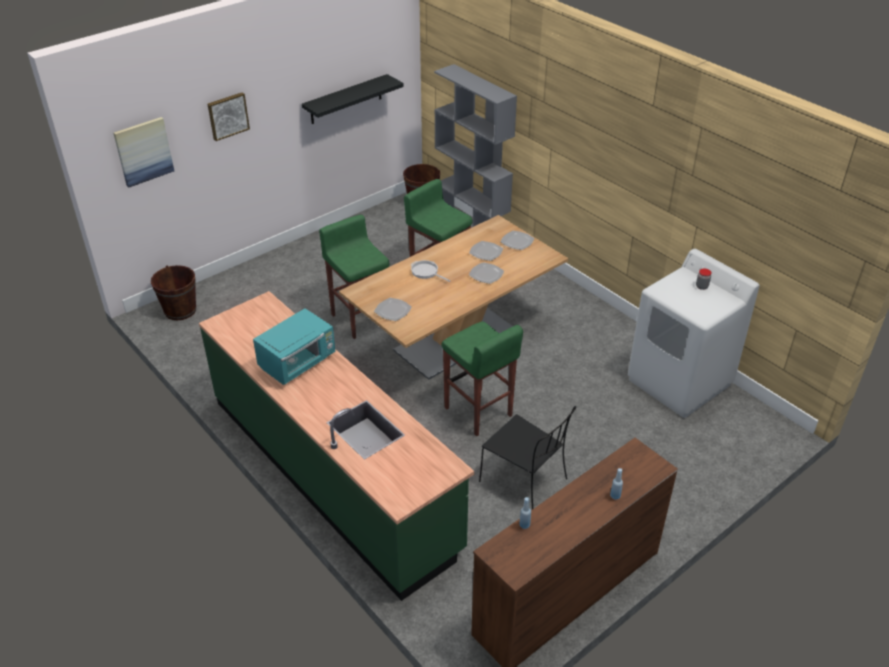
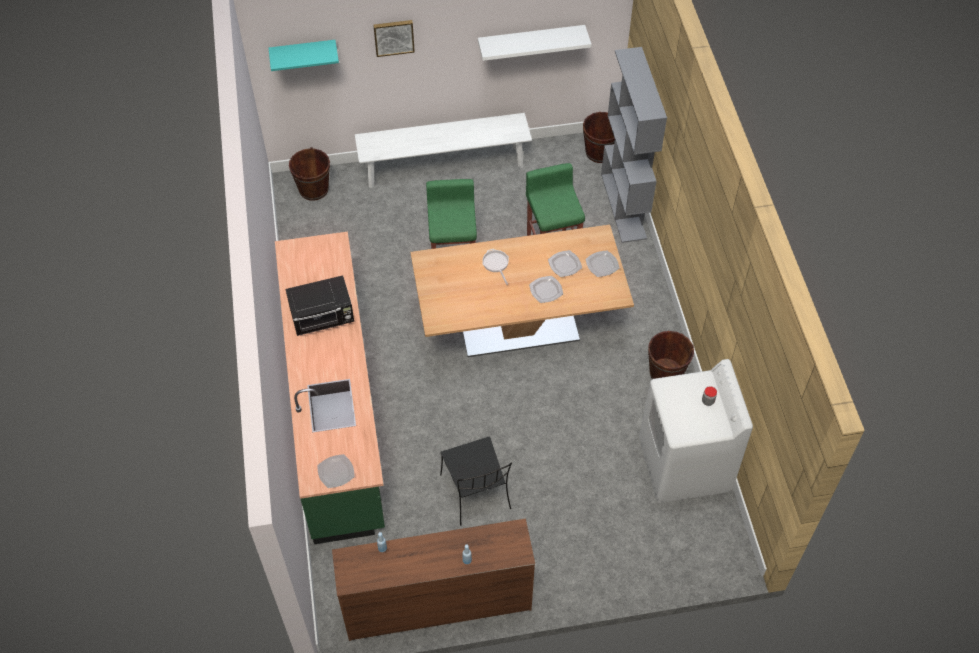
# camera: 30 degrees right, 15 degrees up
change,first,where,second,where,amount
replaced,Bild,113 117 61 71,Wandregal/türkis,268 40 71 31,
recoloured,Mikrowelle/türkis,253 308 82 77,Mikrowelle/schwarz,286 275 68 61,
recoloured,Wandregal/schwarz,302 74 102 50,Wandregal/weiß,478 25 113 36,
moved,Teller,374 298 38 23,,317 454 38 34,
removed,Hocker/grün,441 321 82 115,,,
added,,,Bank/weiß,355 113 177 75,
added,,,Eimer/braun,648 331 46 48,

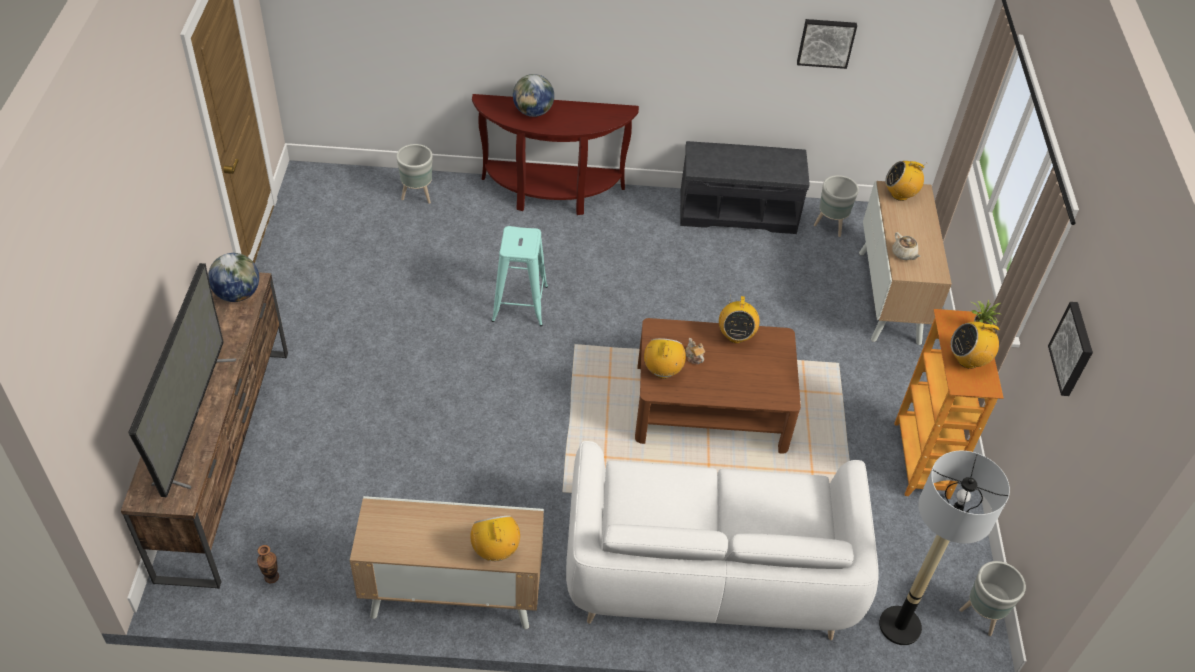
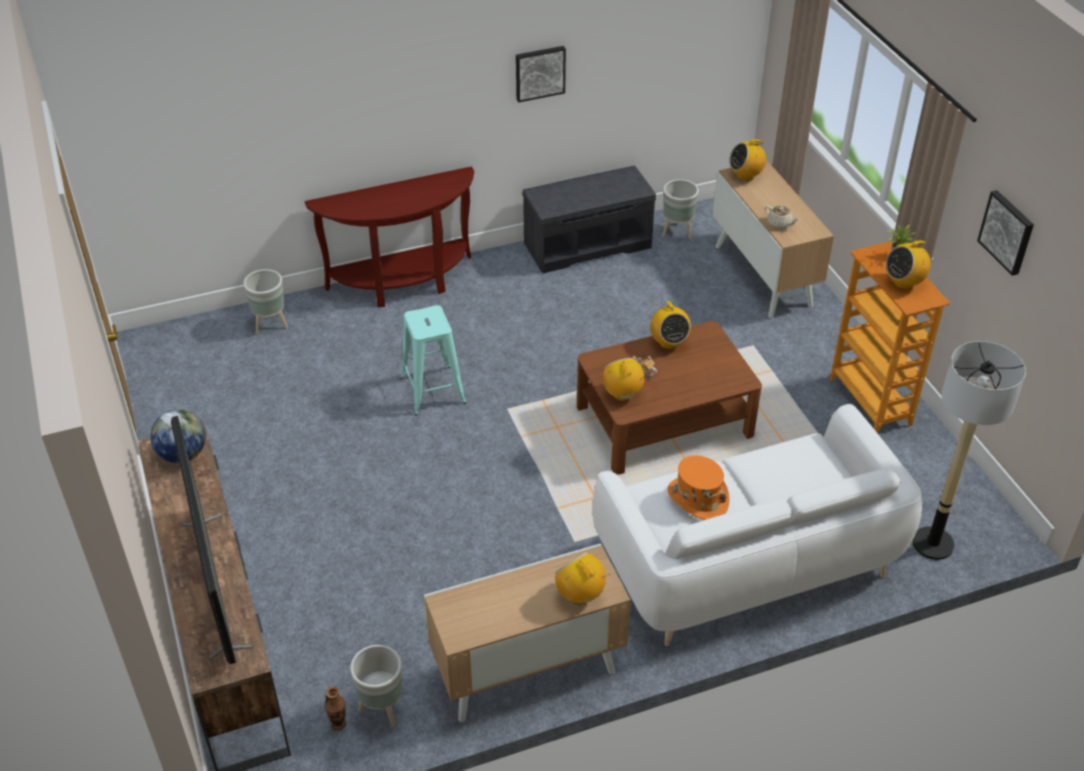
# camera: 20 degrees left, 5 degrees down
change,first,where,second,where,amount
removed,Globus,513 74 41 43,,,
moved,Bild,797 19 60 50,,516 46 50 57,
moved,Pflanzkübel/grau,959 561 67 75,,350 645 52 81,
added,,,Hut/orange,667 456 62 64,

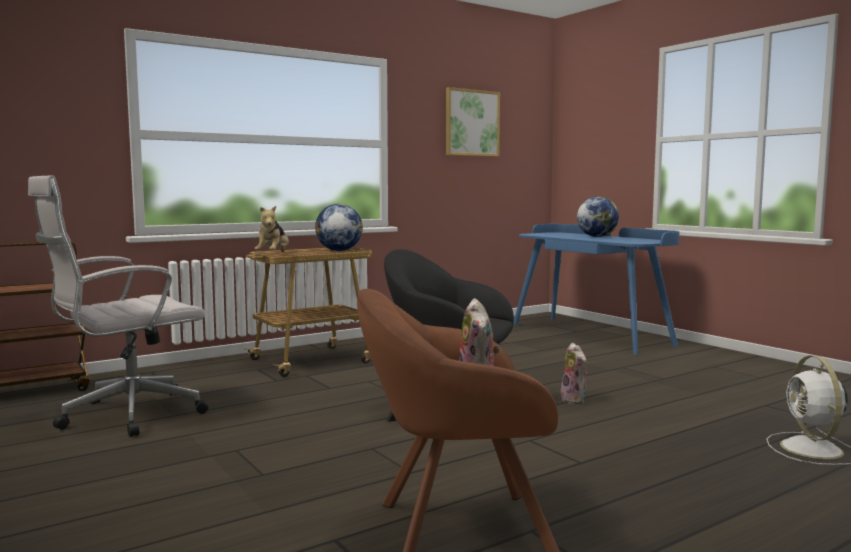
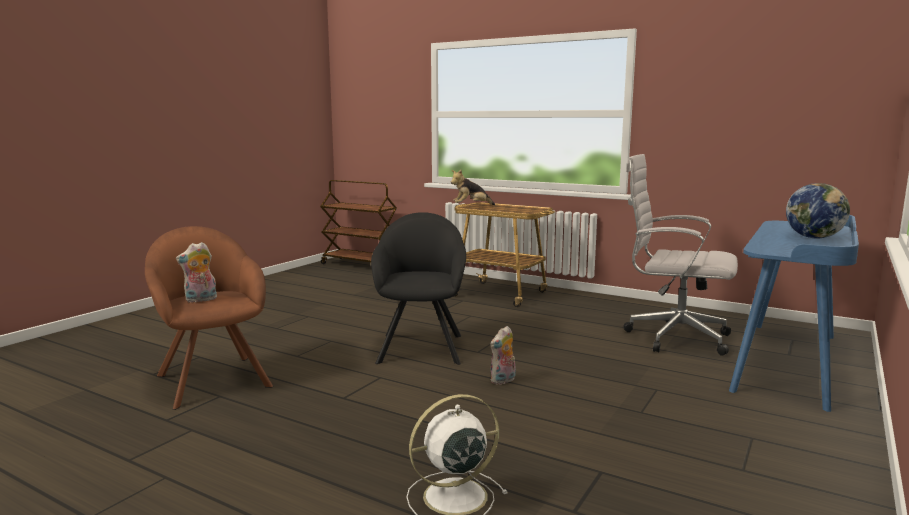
# camera: 65 degrees right, 5 degrees up
change,first,where,second,where,amount
moved,Bürostuhl/weiß,28 175 180 262,,623 154 115 202,
removed,Globus,315 204 48 47,,,
removed,Bild,446 87 54 70,,,

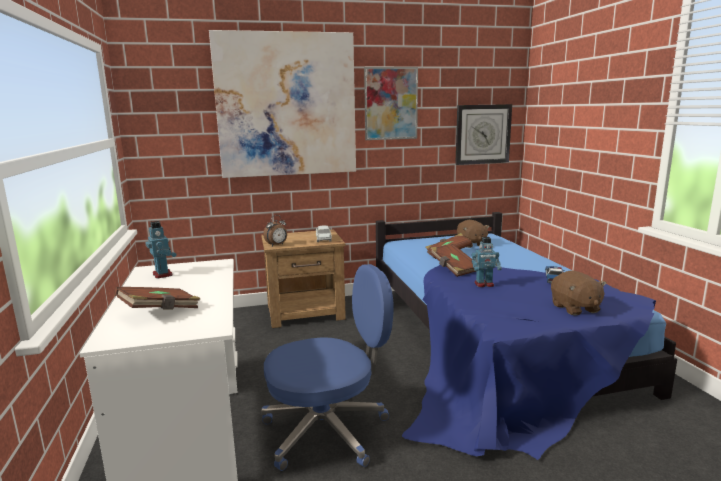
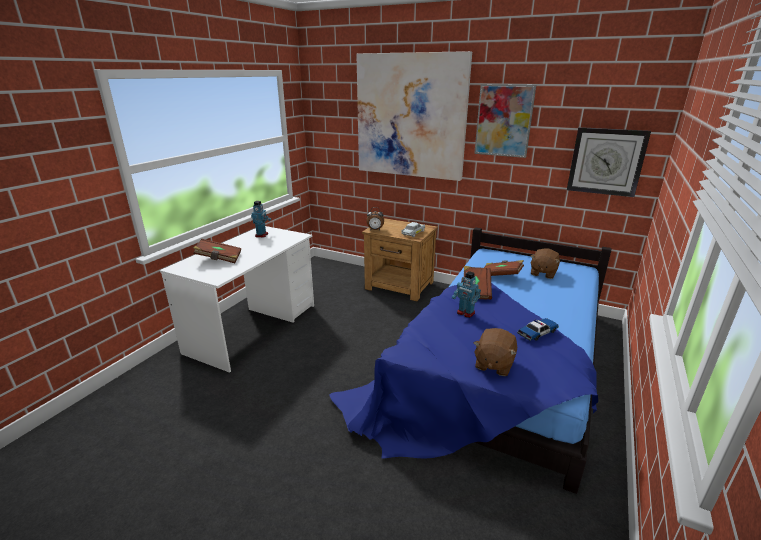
# camera: 40 degrees right, 10 degrees up
change,first,where,second,where,amount
removed,Bürostuhl/blau,261 264 133 207,,,

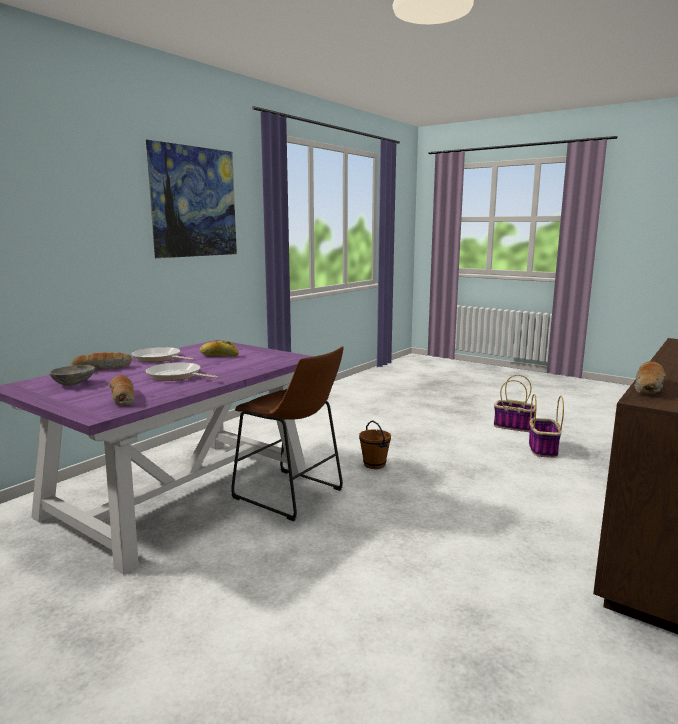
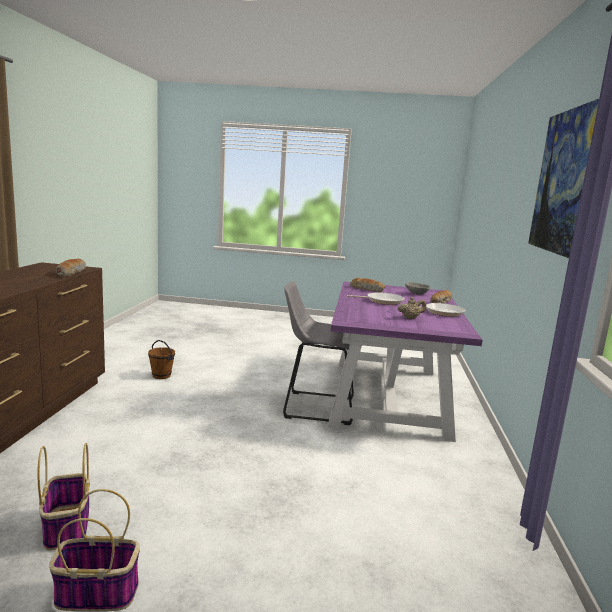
# camera: 150 degrees right, 0 degrees up
change,first,where,second,where,amount
replaced,Brot,200 341 39 16,Teekanne/beige,398 297 28 22,
recoloured,Hocker/braun,231 346 113 175,Hocker/grau,283 281 71 144,
moved,Eimer/braun,359 421 32 48,,148 340 27 39,

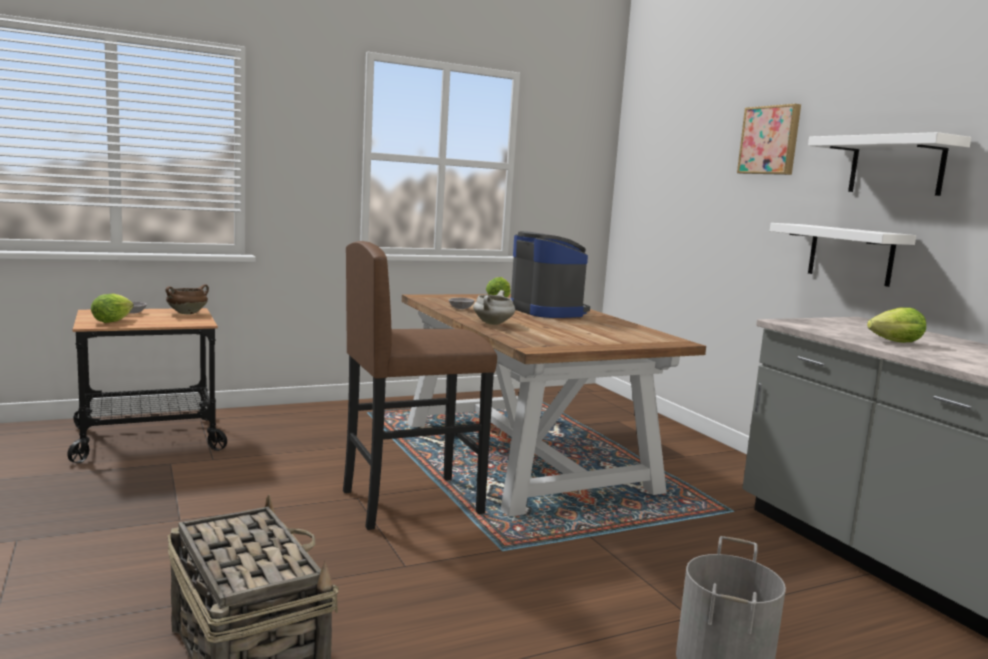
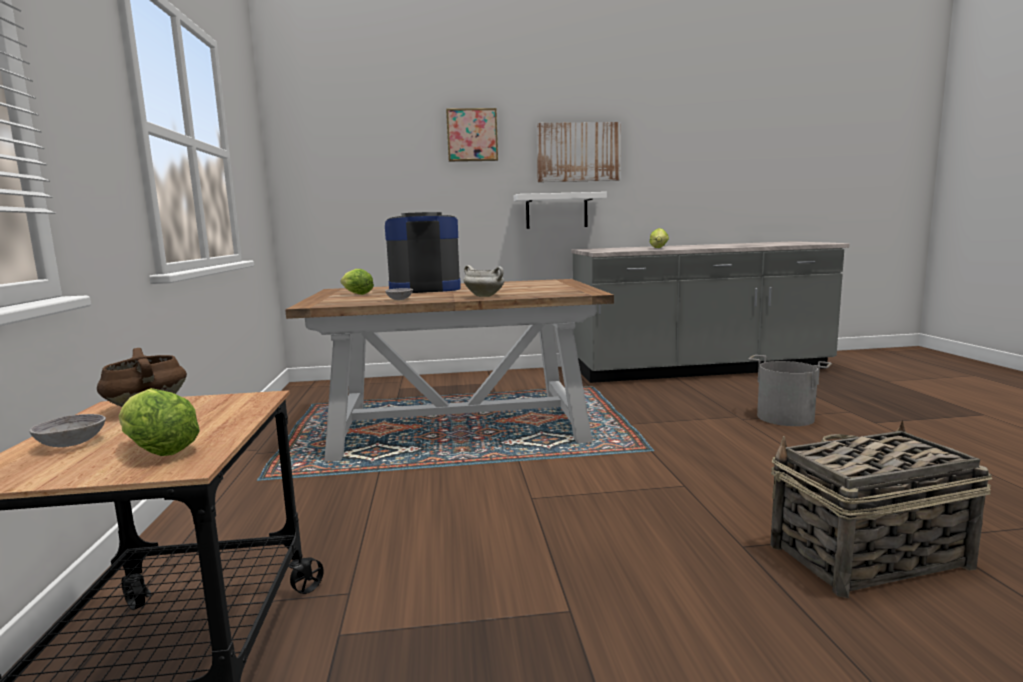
# camera: 70 degrees left, 0 degrees up
change,first,where,second,where,amount
removed,Hocker/braun,343 241 154 289,,,
replaced,Wandregal/weiß,808 132 163 64,Bild,536 122 85 60,

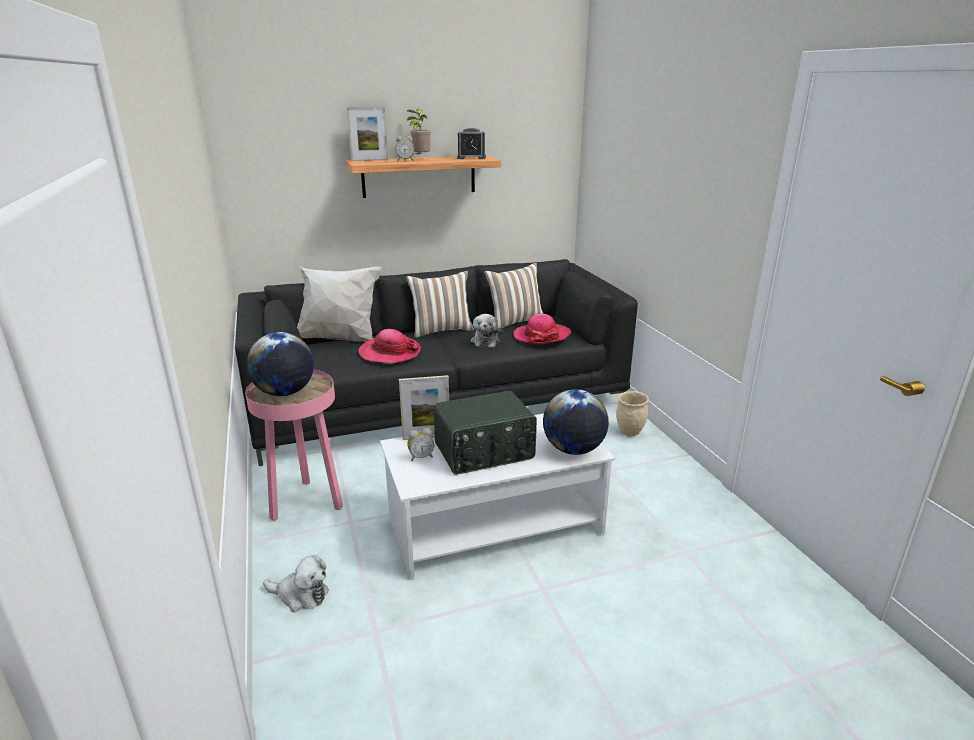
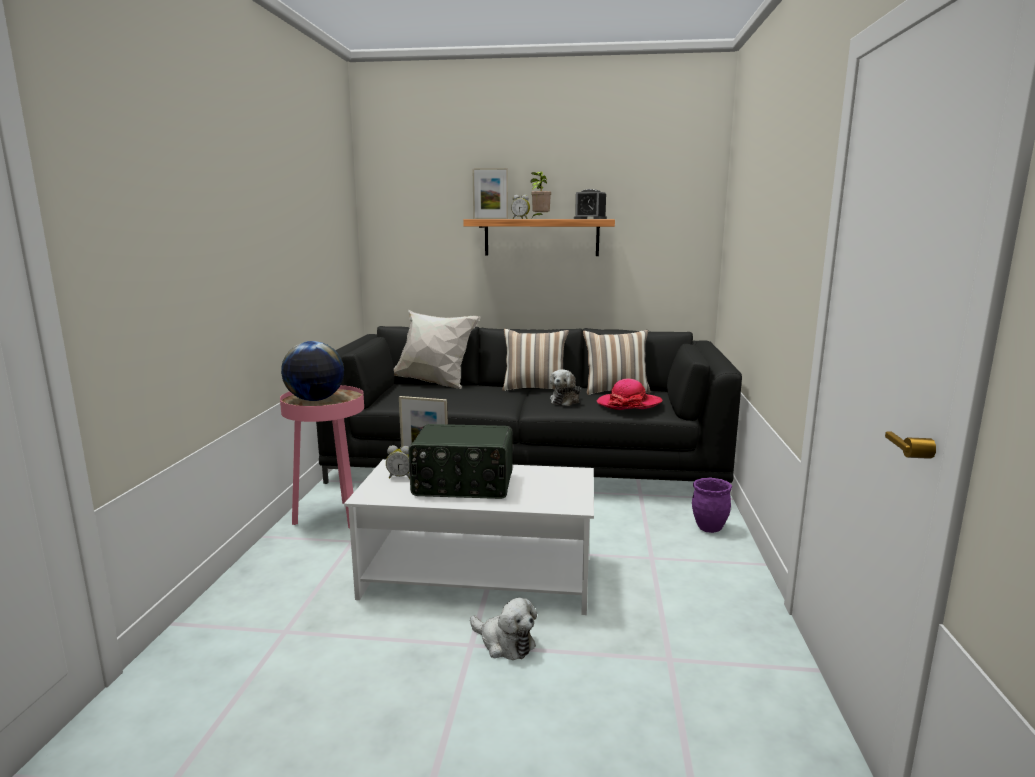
# camera: 25 degrees right, 10 degrees down
change,first,where,second,where,amount
moved,Plüschtier,263 555 66 57,,470 598 67 62,
removed,Hut,358 329 63 34,,,
removed,Globus,543 389 66 66,,,
recoloured,Pflanzkübel/beige,616 391 33 45,Pflanzkübel/lila,692 477 40 56,

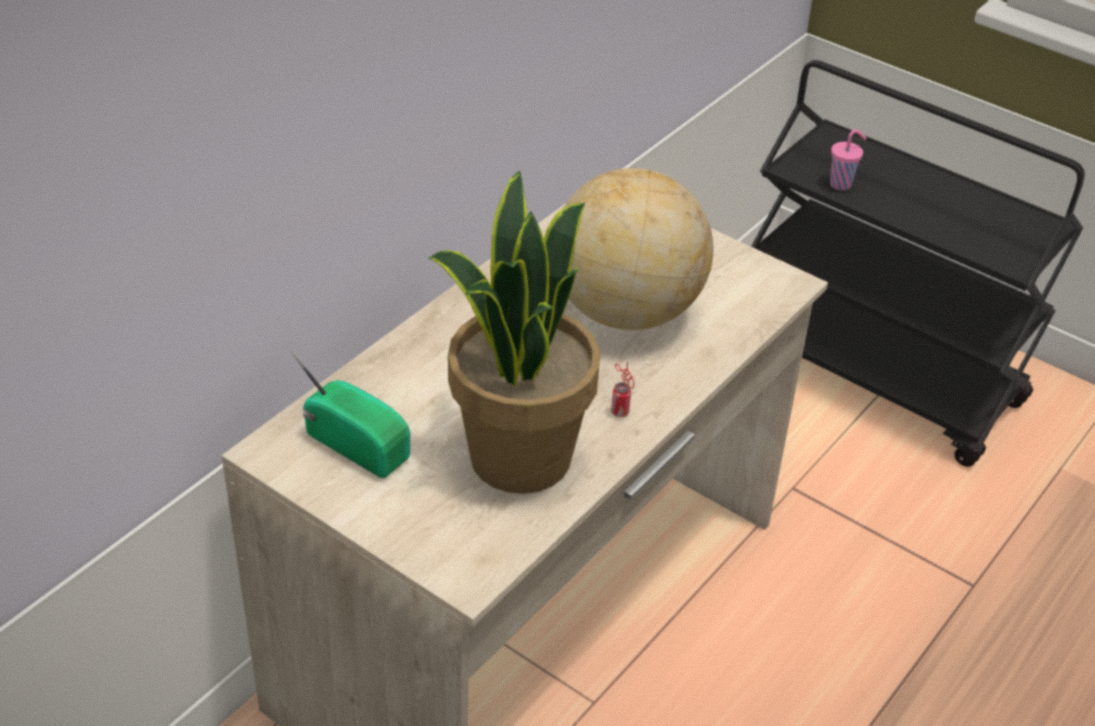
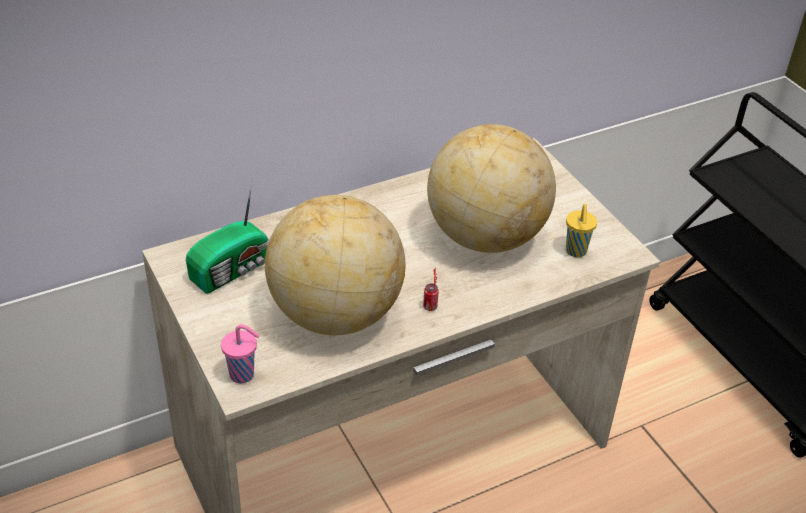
# camera: 25 degrees right, 0 degrees up
change,first,where,second,where,amount
turned,Radio,291 351 119 127,,186 182 83 111,75 degrees clockwise
replaced,Topfpflanze,428 171 172 323,Globus,265 195 141 140,
moved,Tasse/rosa,830 130 36 61,,221 324 39 60,
added,,,Tasse/gelb,566 204 31 53,

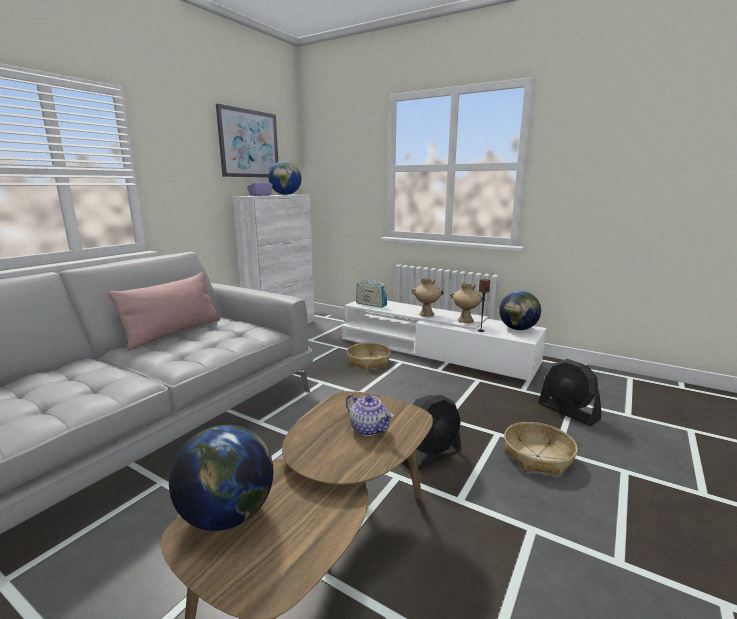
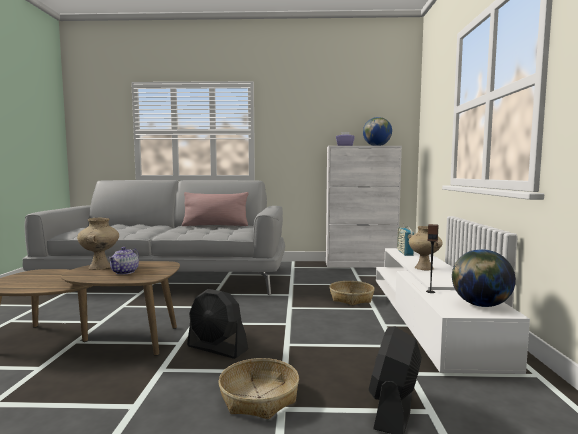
# camera: 60 degrees right, 10 degrees down
change,first,where,second,where,amount
removed,Globus,169 425 104 106,,,
removed,Bild,216 104 62 74,,,
moved,Vase/beige,450 283 35 40,,77 218 42 52,

